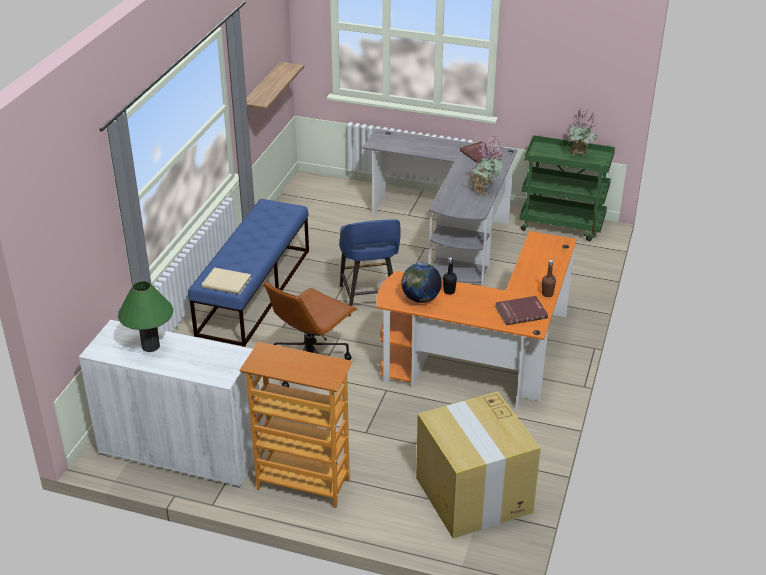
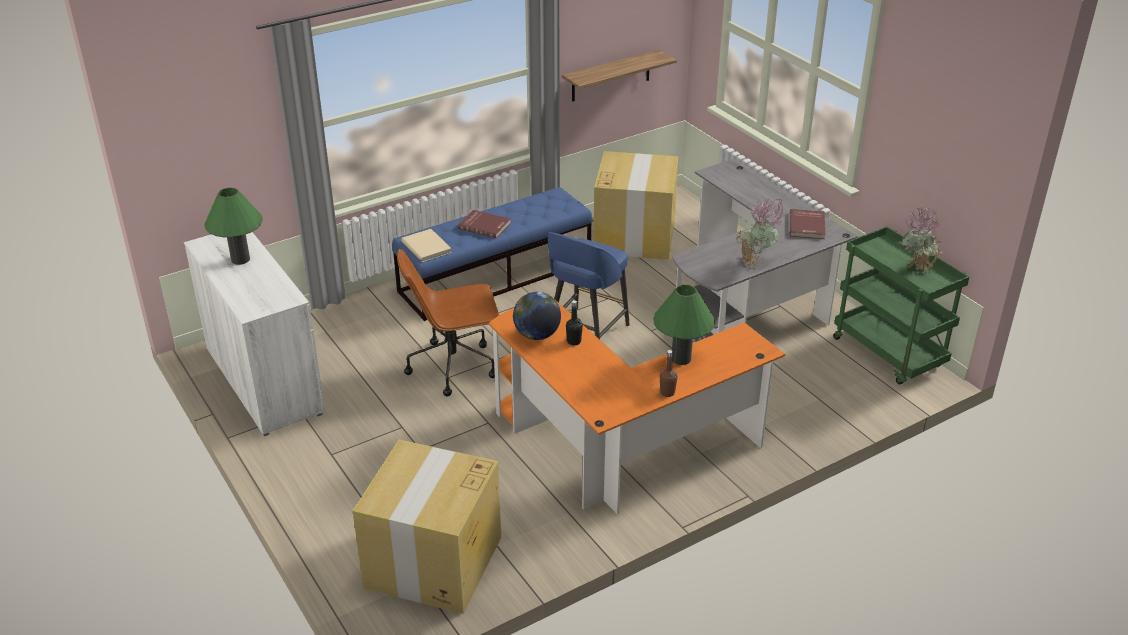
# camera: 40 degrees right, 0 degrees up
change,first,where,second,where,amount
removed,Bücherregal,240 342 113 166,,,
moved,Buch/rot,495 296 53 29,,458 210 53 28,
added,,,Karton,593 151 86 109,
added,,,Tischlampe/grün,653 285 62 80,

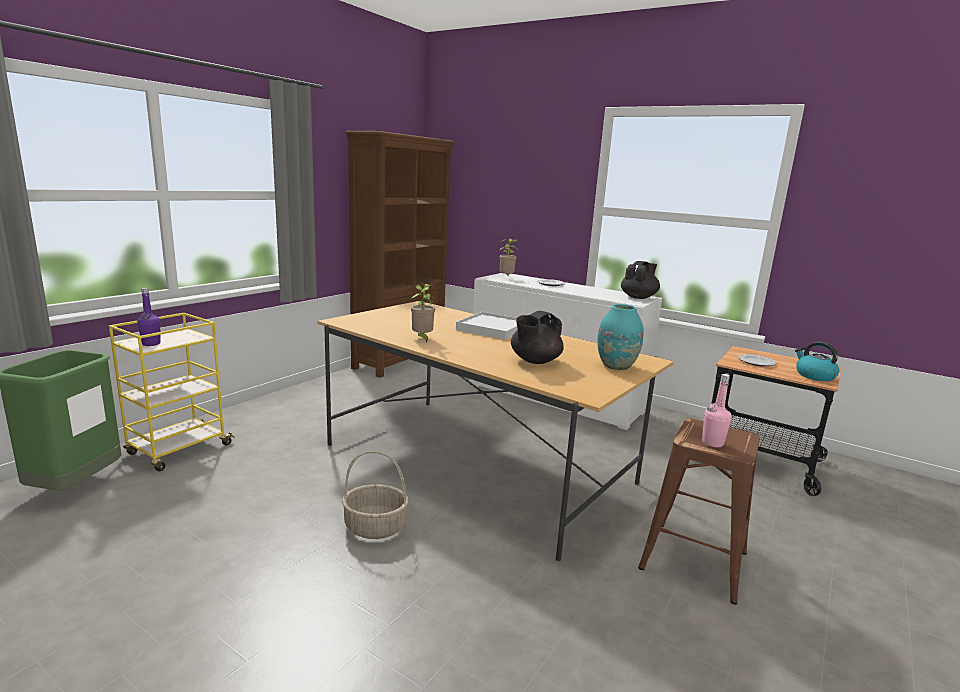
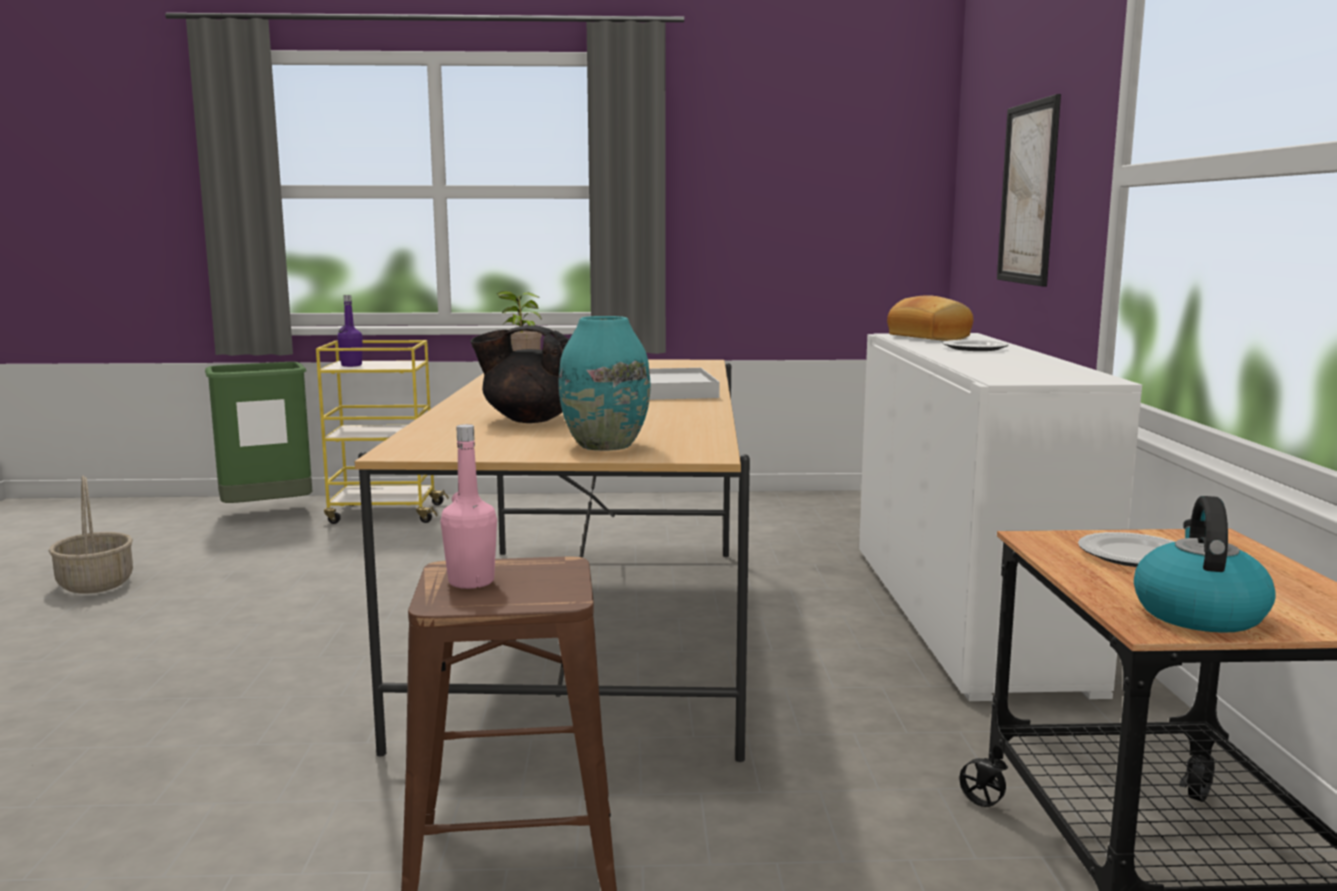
# camera: 55 degrees right, 5 degrees down
change,first,where,second,where,amount
moved,Korb,342 451 66 88,,49 475 84 119,
removed,Bücherregal/braun,345 130 110 248,,,
replaced,Topfpflanze,499 239 18 38,Brot,887 295 86 46,
removed,Teekanne/schwarz,621 261 39 38,,,
added,,,Bild,997 94 64 193,

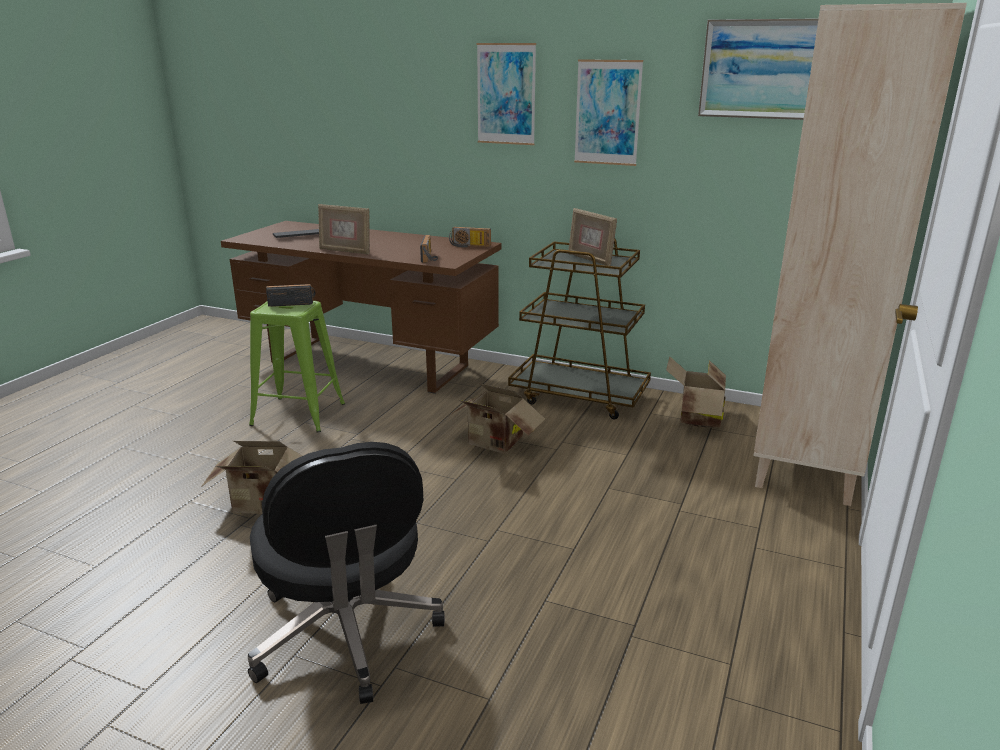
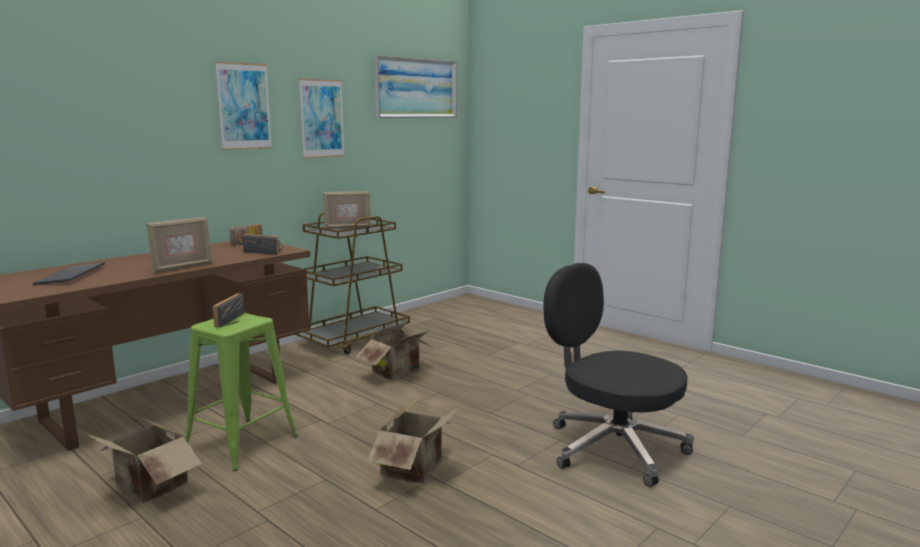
# camera: 70 degrees left, 10 degrees down
change,first,where,second,where,amount
turned,Bürostuhl/schwarz,248 442 197 262,,543 263 151 224,135 degrees counterclockwise
moved,Karton,666 356 60 72,,84 416 118 87,
removed,Bücherregal/beige,753 3 214 503,,,

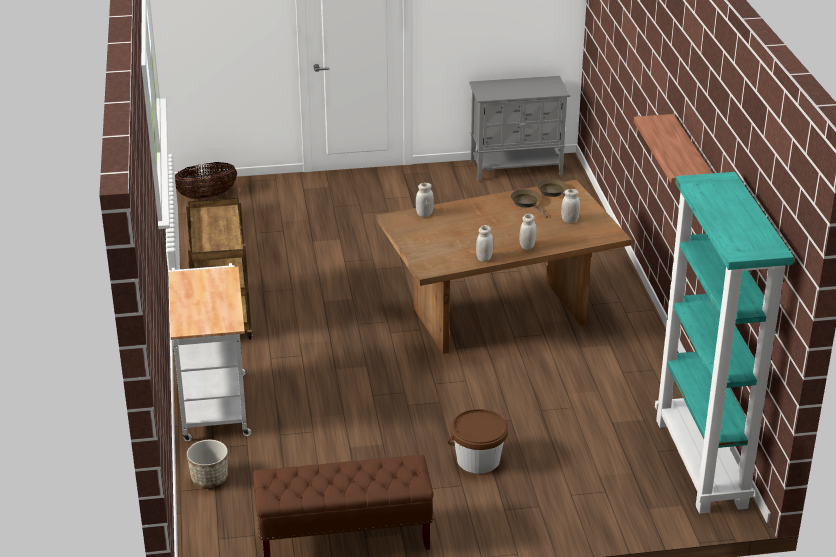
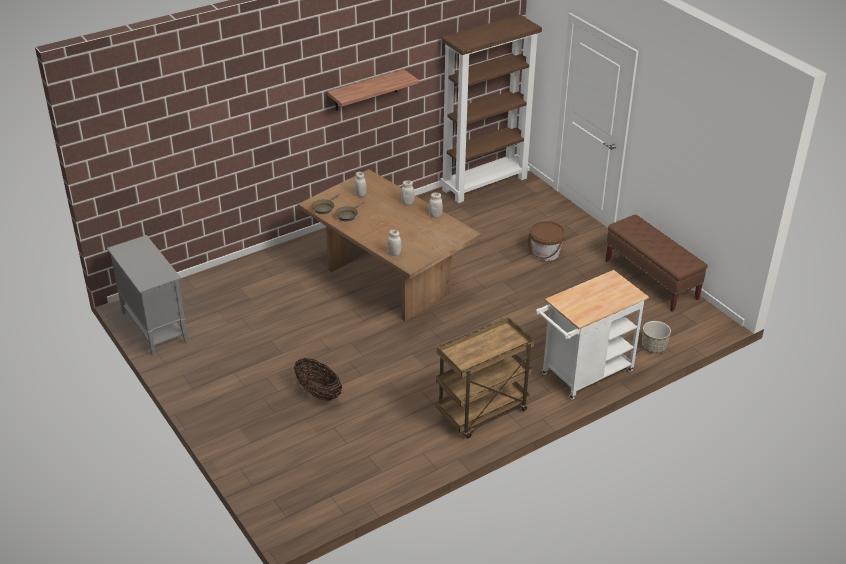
# camera: 115 degrees left, 5 degrees up
change,first,where,second,where,amount
moved,Korb,175 162 62 37,,294 358 48 43,
recoloured,Bücherregal/türkis,655 172 139 342,Bücherregal/braun,440 15 102 188,

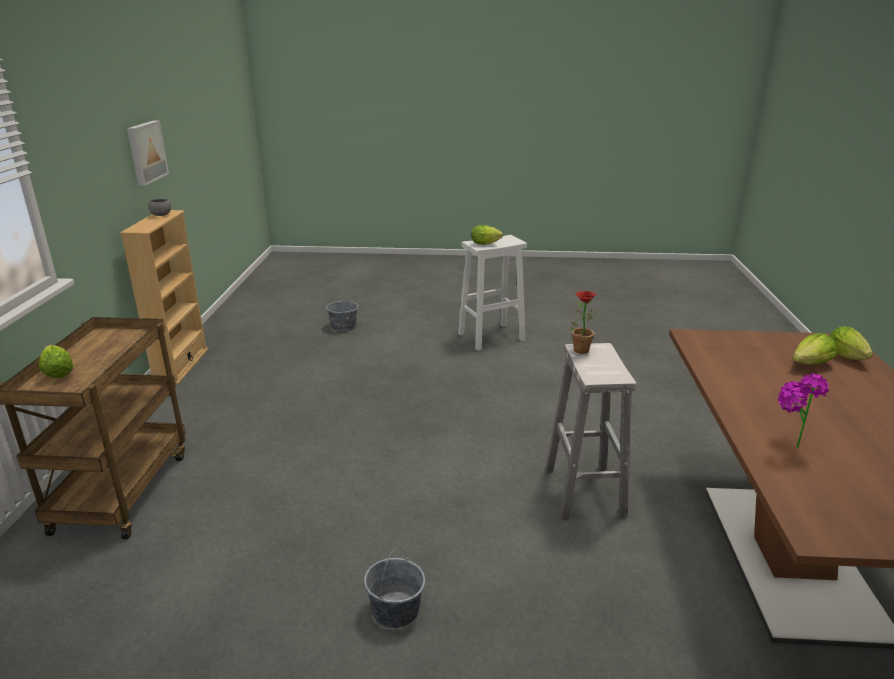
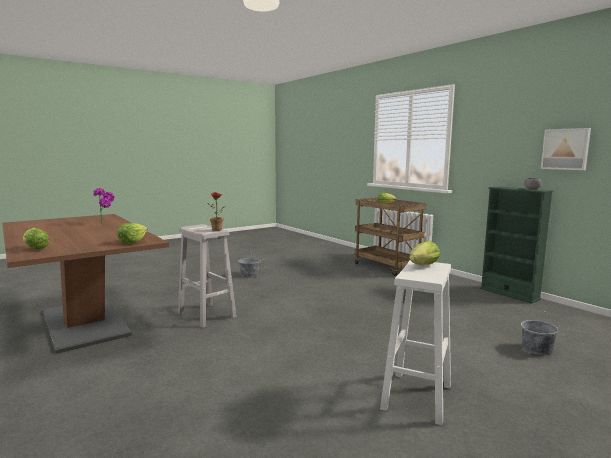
# camera: 140 degrees right, 15 degrees down
change,first,where,second,where,amount
recoloured,Bücherregal/beige,120 210 88 175,Bücherregal/grün,480 186 73 117,
moved,Salatkopf,792 333 45 31,,116 223 32 21,

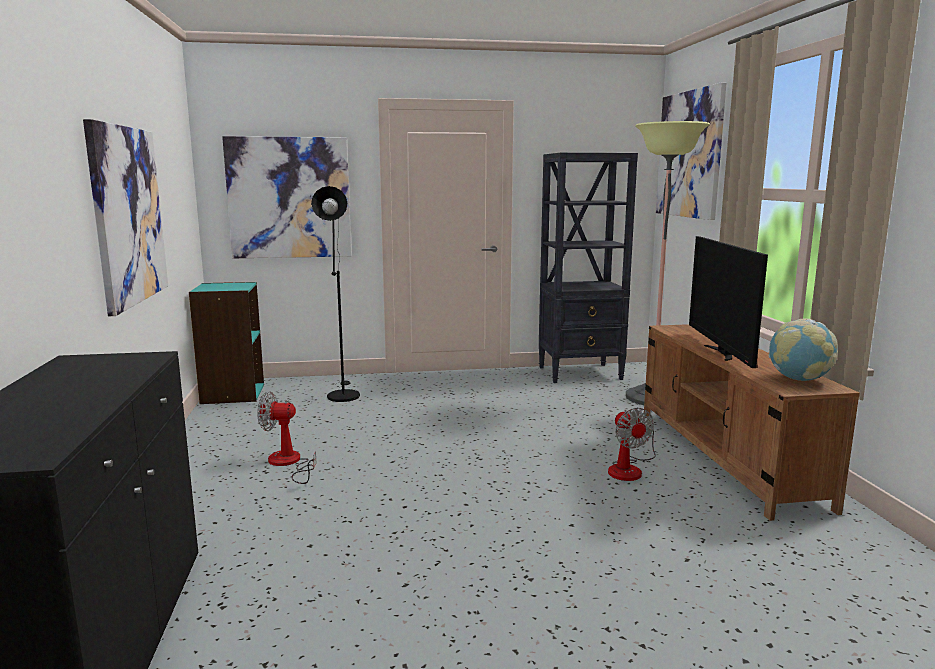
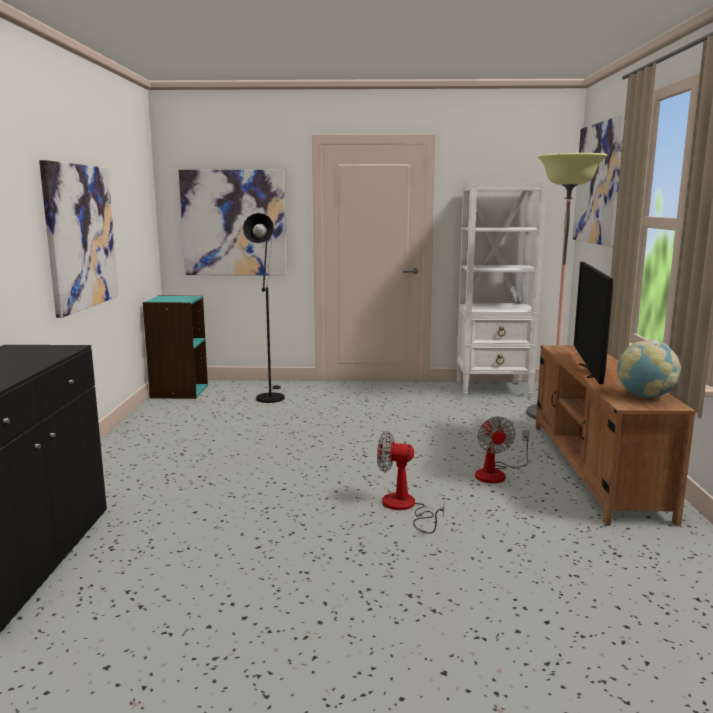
# camera: 10 degrees right, 0 degrees up
change,first,where,second,where,amount
moved,Ventilator,257 391 60 93,,377 431 67 103,
recoloured,Bücherregal/schwarz,539 153 99 230,Bücherregal/weiß,457 182 91 215,

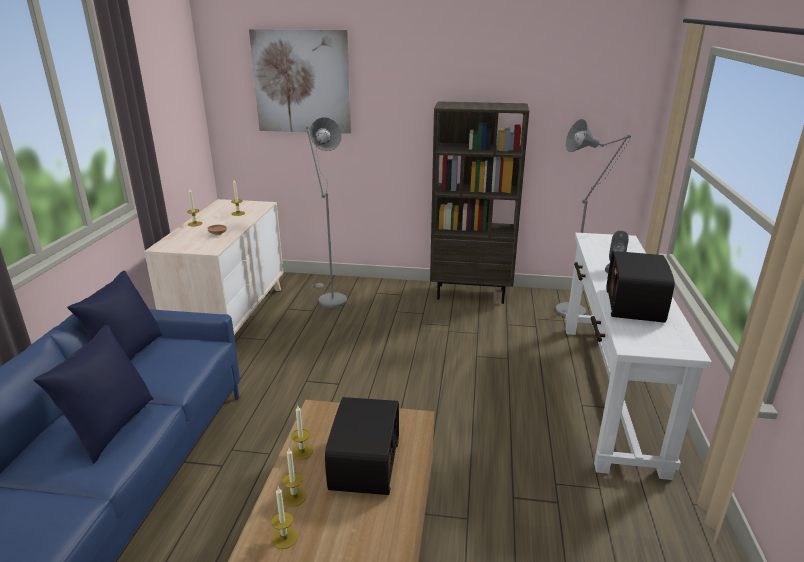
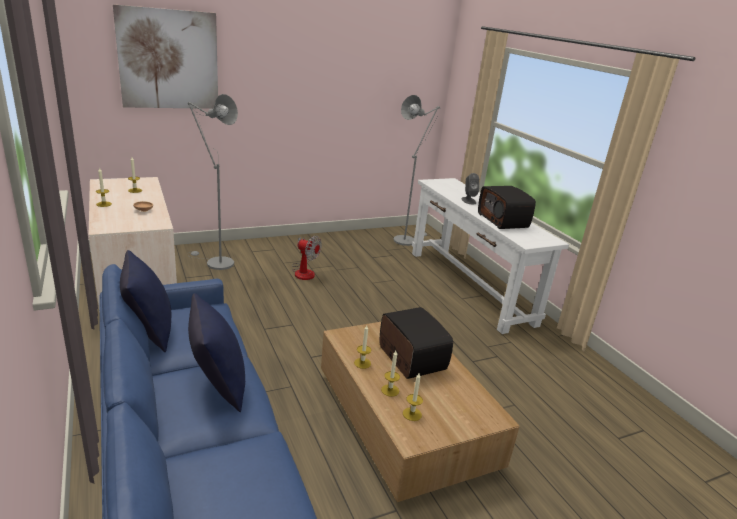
# camera: 35 degrees left, 0 degrees up
change,first,where,second,where,amount
removed,Bücherregal/braun,430 101 99 203,,,
added,,,Ventilator,292 236 30 44,

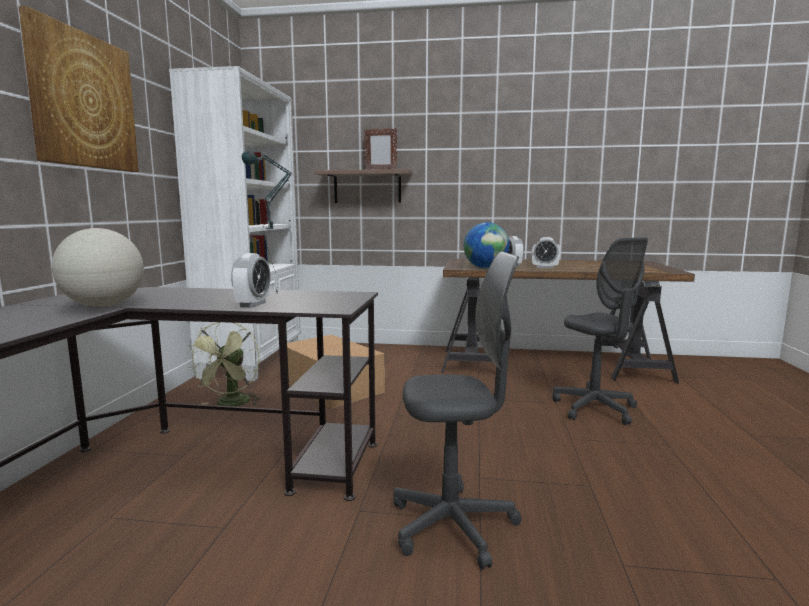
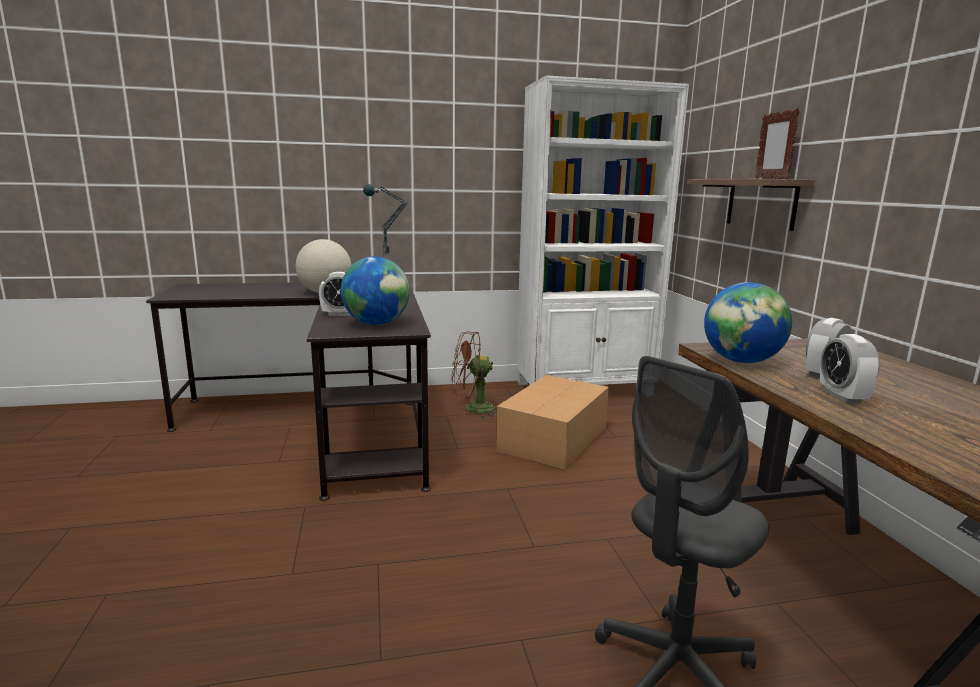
# camera: 70 degrees right, 5 degrees up
change,first,where,second,where,amount
removed,Bild,18 6 121 166,,,
recoloured,Ventilator/grün,186 322 74 84,Ventilator/braun,452 332 45 86,
removed,Bürostuhl/grau,393 251 129 319,,,
added,,,Globus,341 256 69 69,

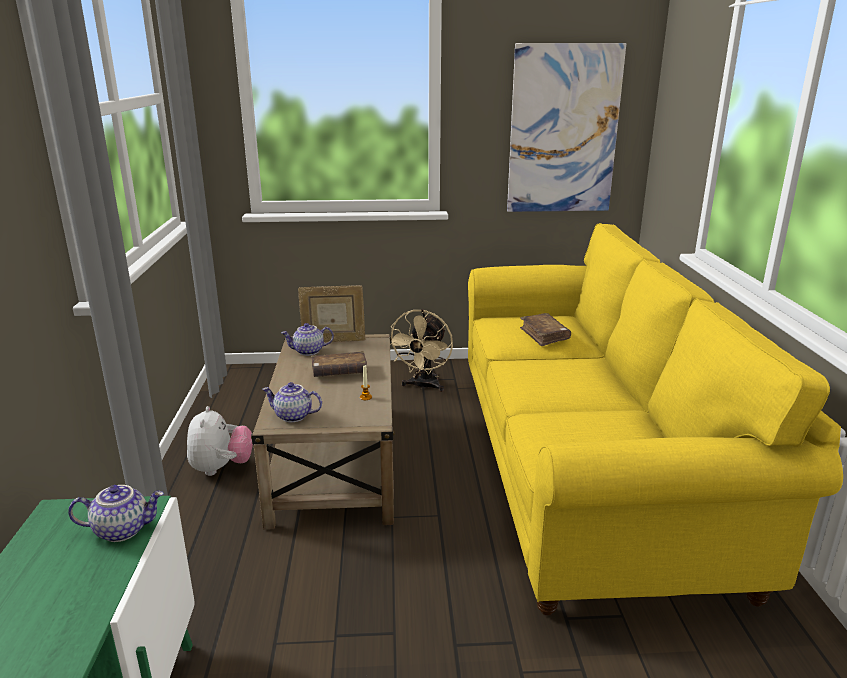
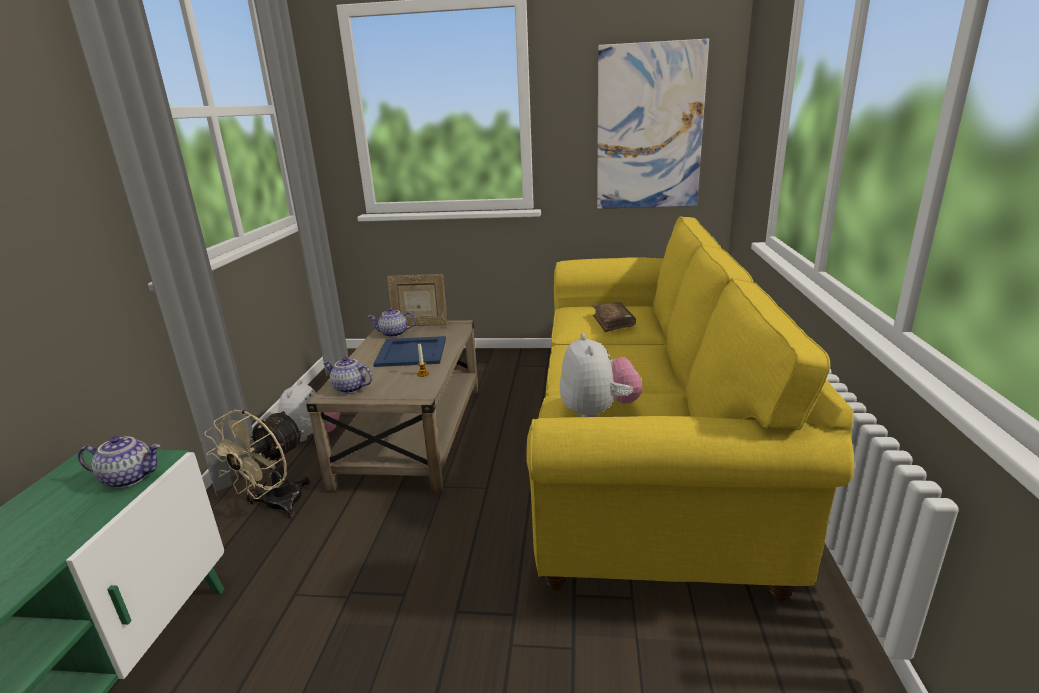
# camera: 10 degrees right, 0 degrees up
change,first,where,second,where,amount
replaced,Buch/braun,311 351 57 26,Tablett/blau,374 336 72 31,
moved,Ventilator/beige,390 309 63 83,,204 410 106 108,
added,,,Plüschtier,560 333 82 84,

